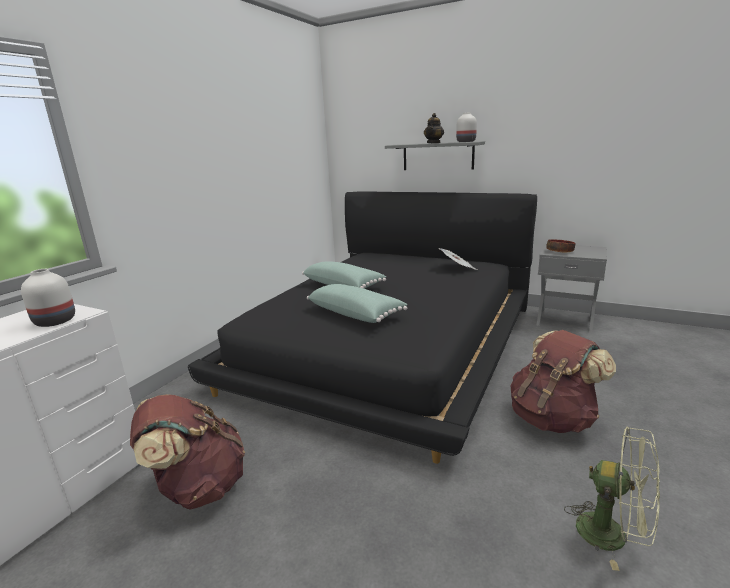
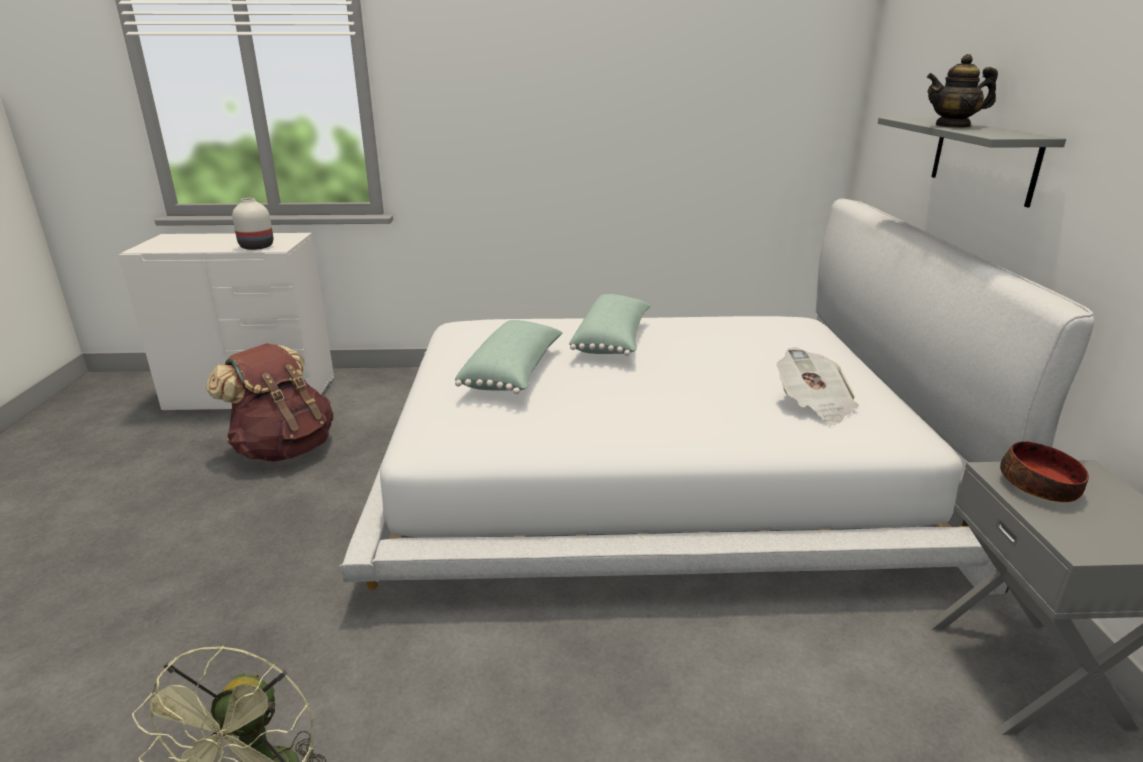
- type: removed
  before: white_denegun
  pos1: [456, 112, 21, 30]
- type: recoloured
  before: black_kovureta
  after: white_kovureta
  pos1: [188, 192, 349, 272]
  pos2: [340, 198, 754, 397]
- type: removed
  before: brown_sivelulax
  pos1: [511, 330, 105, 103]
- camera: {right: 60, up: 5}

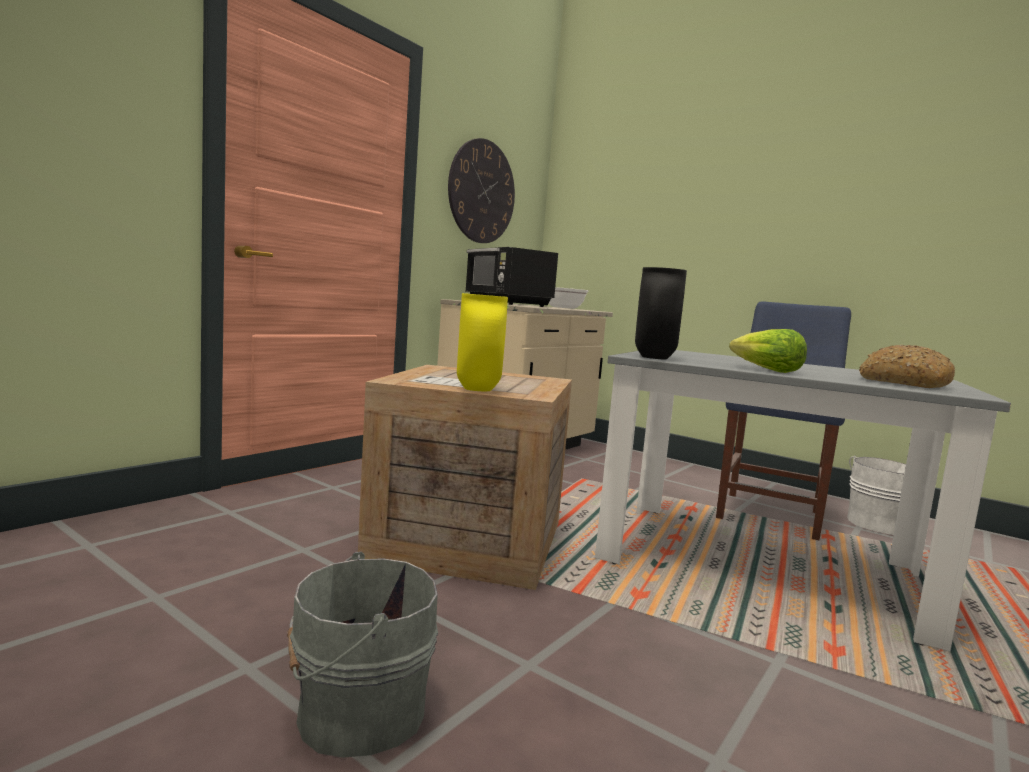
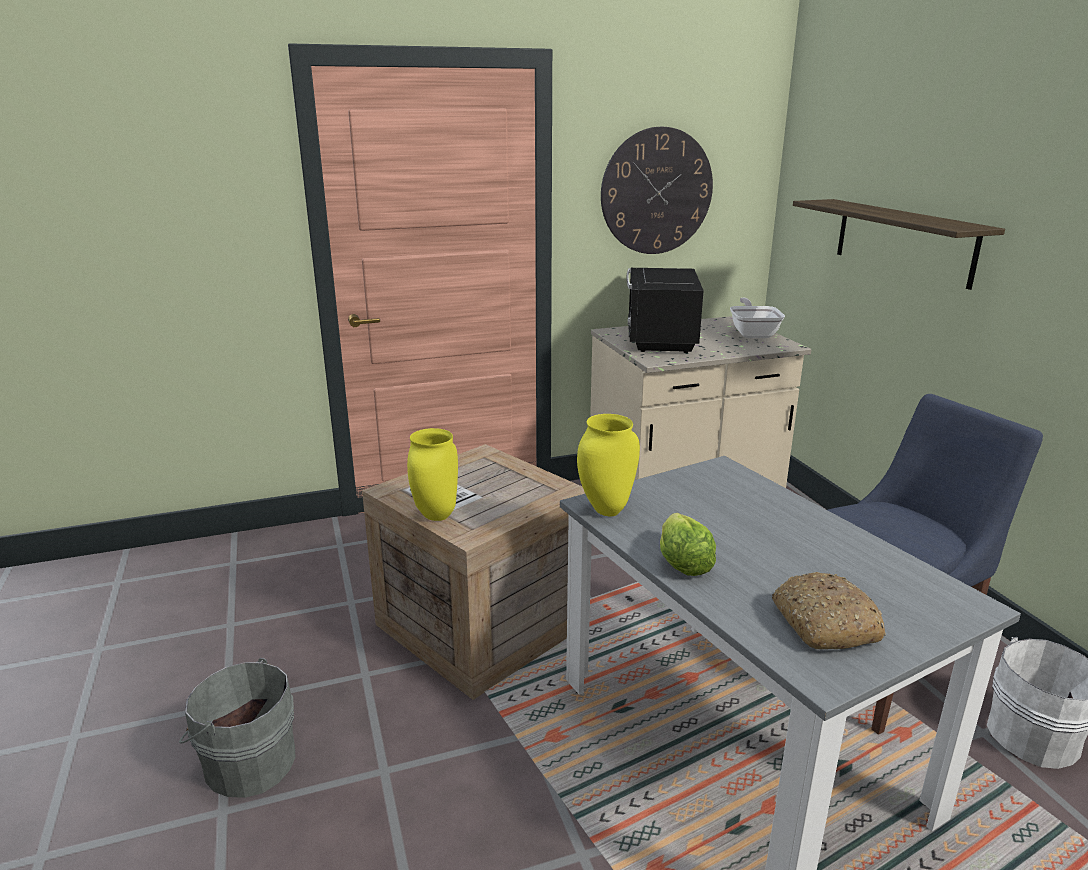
- type: recoloured
  before: black_denegun
  after: yellow_denegun
  pos1: [635, 267, 52, 93]
  pos2: [577, 414, 63, 102]
- type: added
  after: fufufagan
  pos2: [793, 199, 212, 91]
- camera: {right: 35, up: 15}

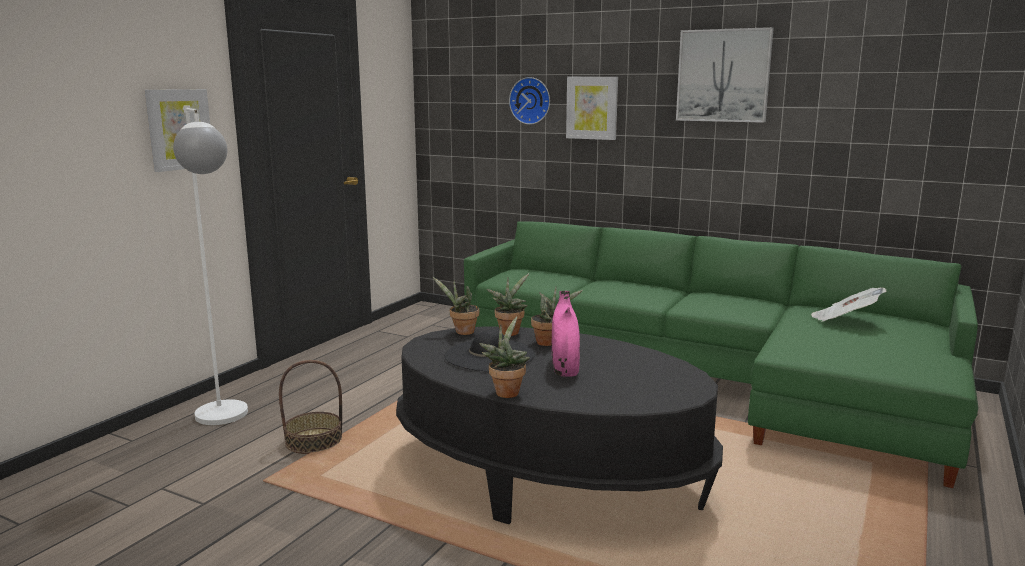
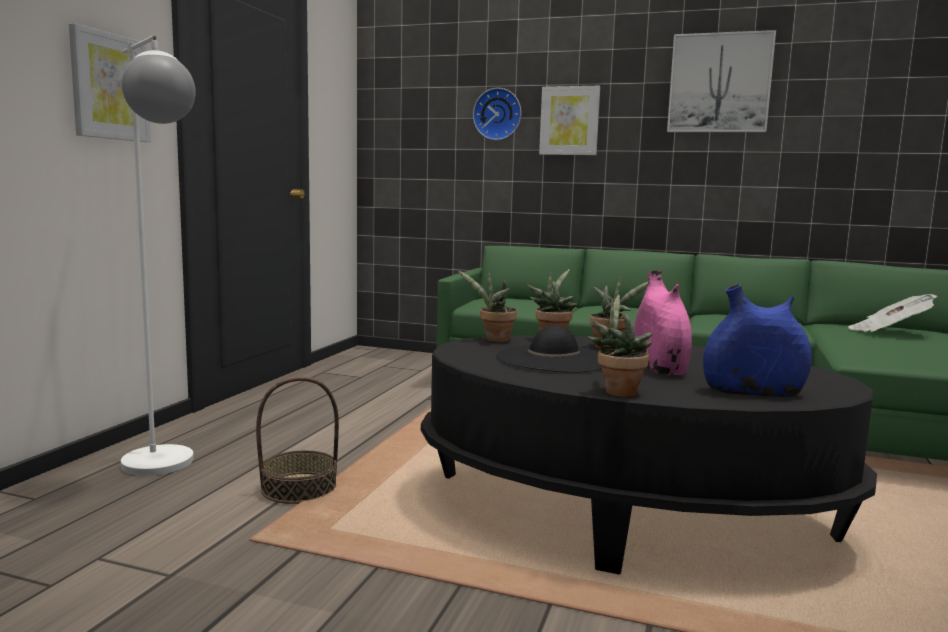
- type: added
  after: blue_denegun
  pos2: [703, 284, 109, 113]
- camera: {right: -10, up: -5}

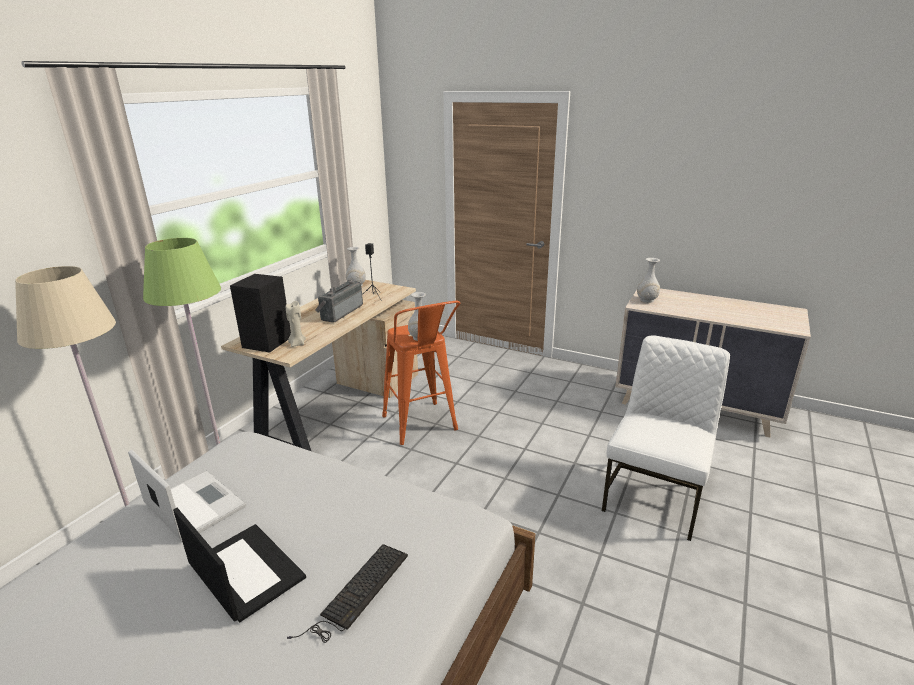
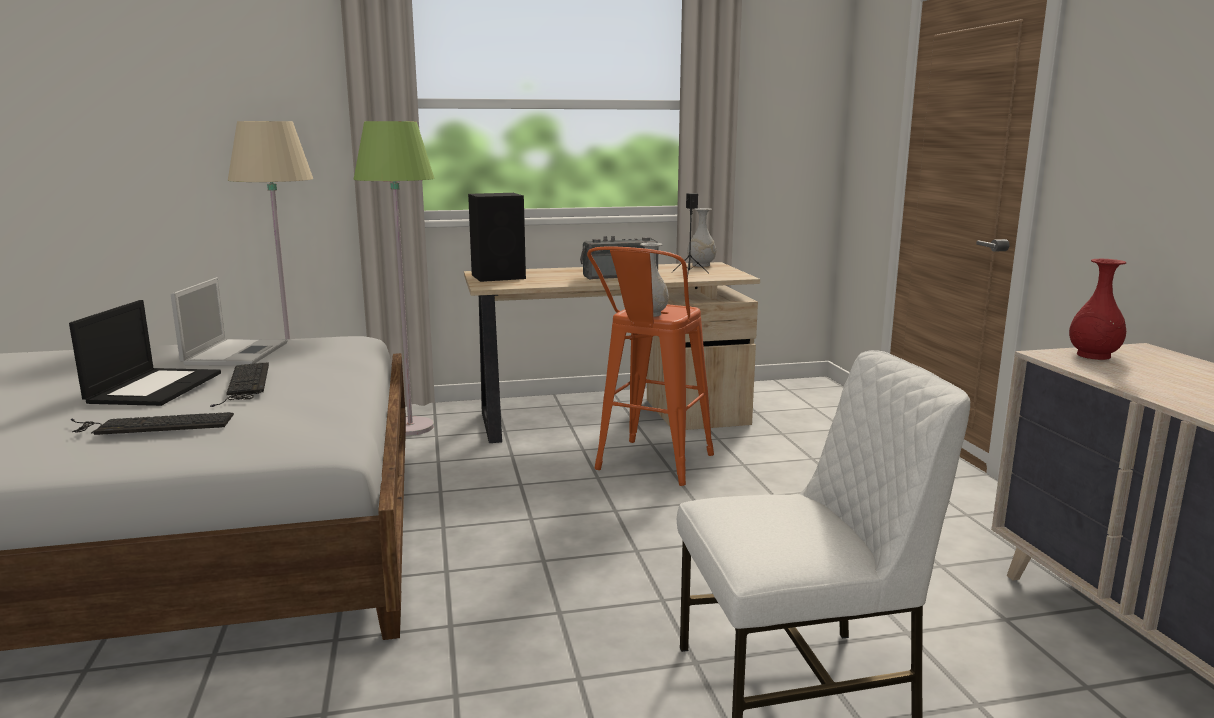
- type: recoloured
  before: white_denegun
  after: red_denegun
  pos1: [637, 258, 23, 45]
  pos2: [1069, 259, 58, 101]
- type: removed
  before: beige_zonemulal
  pos1: [286, 301, 20, 46]
- type: added
  after: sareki
  pos2: [210, 362, 59, 45]
- camera: {right: 50, up: -10}

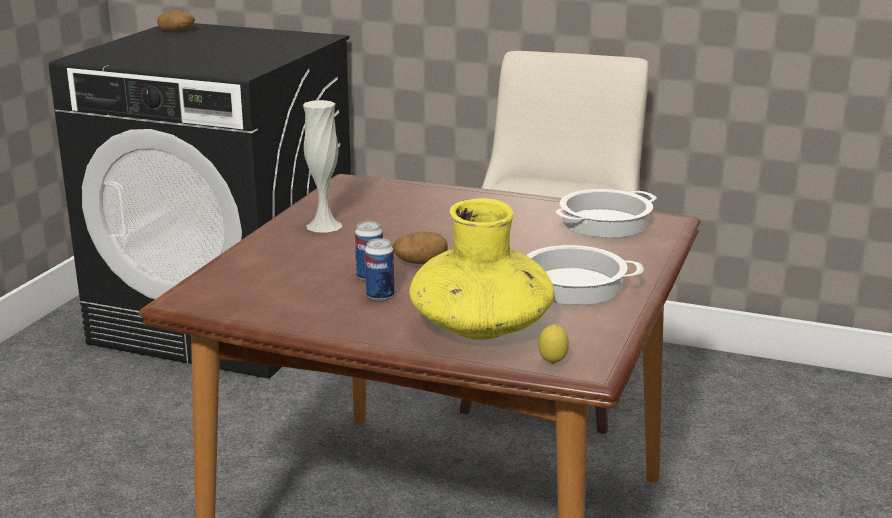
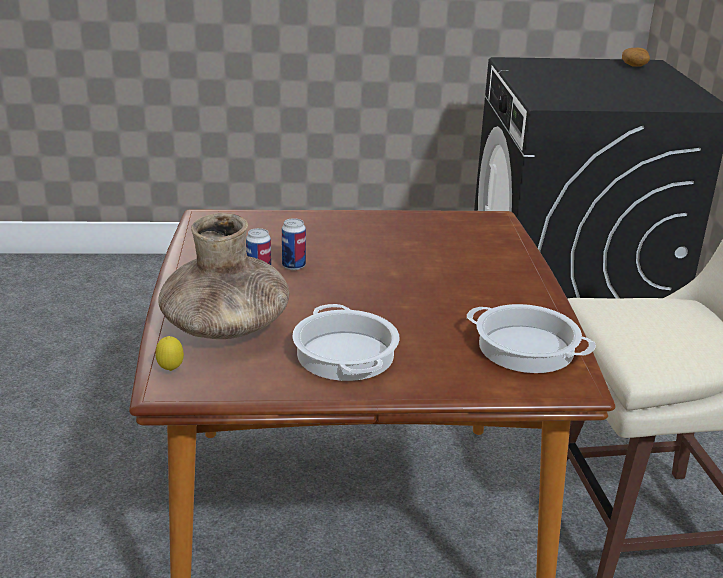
- type: removed
  before: white_denegun
  pos1: [303, 100, 39, 133]
- type: recoloured
  before: yellow_denegun
  after: brown_denegun
  pos1: [409, 198, 145, 142]
  pos2: [158, 213, 131, 126]
- type: removed
  before: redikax
  pos1: [392, 232, 56, 32]
- camera: {right: 65, up: 5}

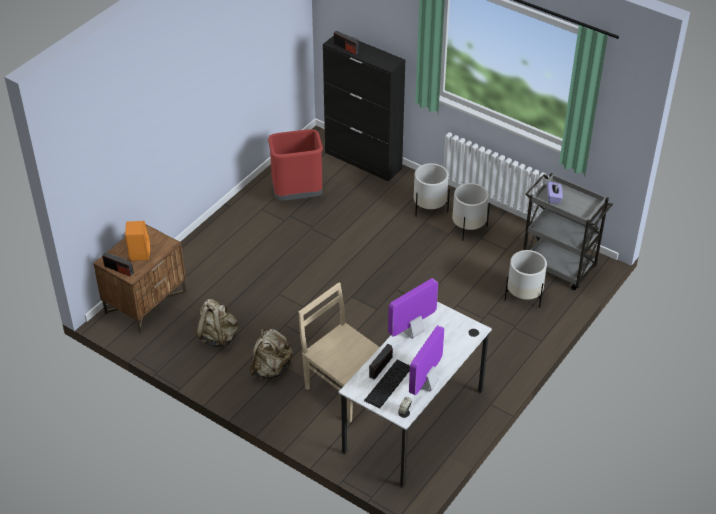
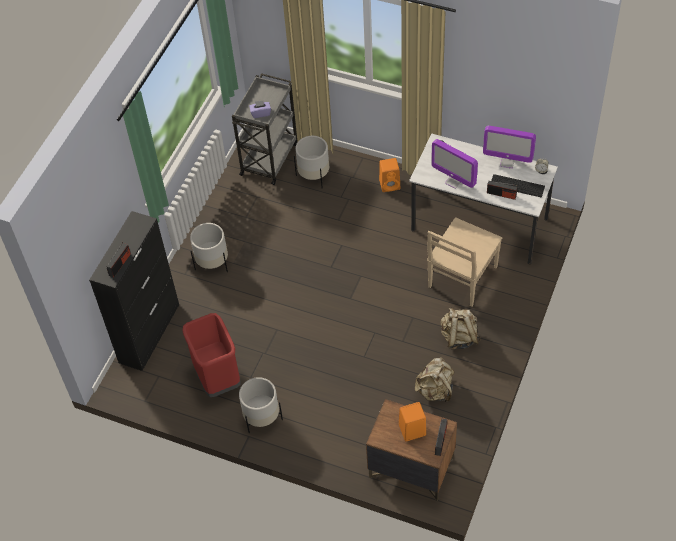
- type: moved
  before: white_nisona
  pos1: [452, 183, 38, 58]
  pos2: [239, 377, 44, 56]
- type: added
  after: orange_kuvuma
  pos2: [379, 158, 21, 34]
- camera: {right: -100, up: 10}

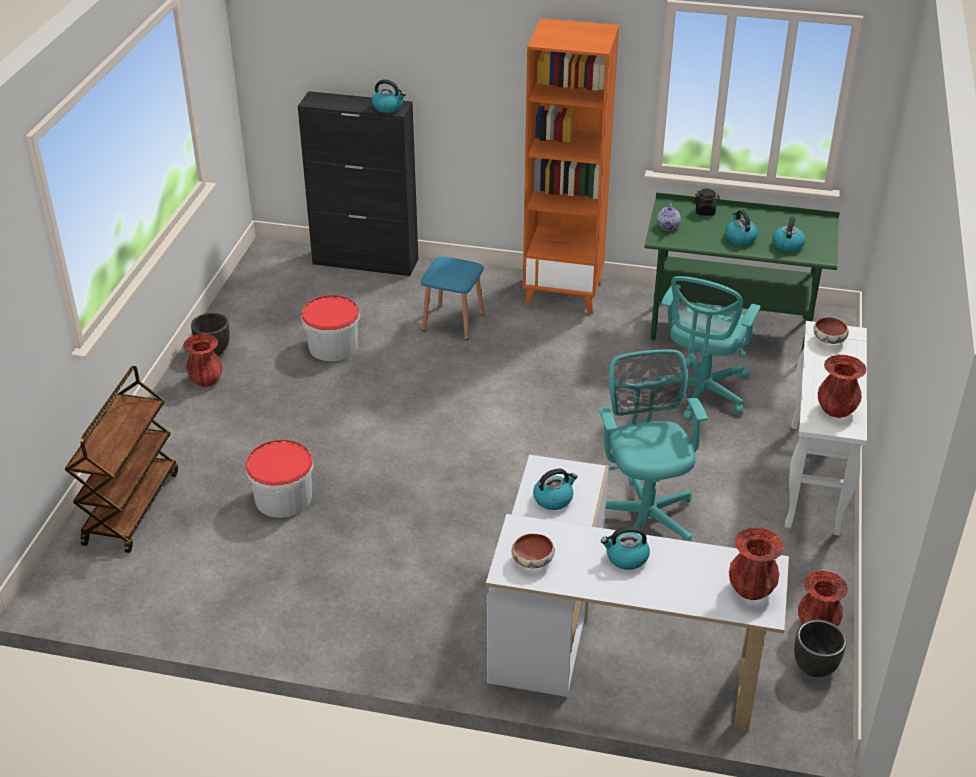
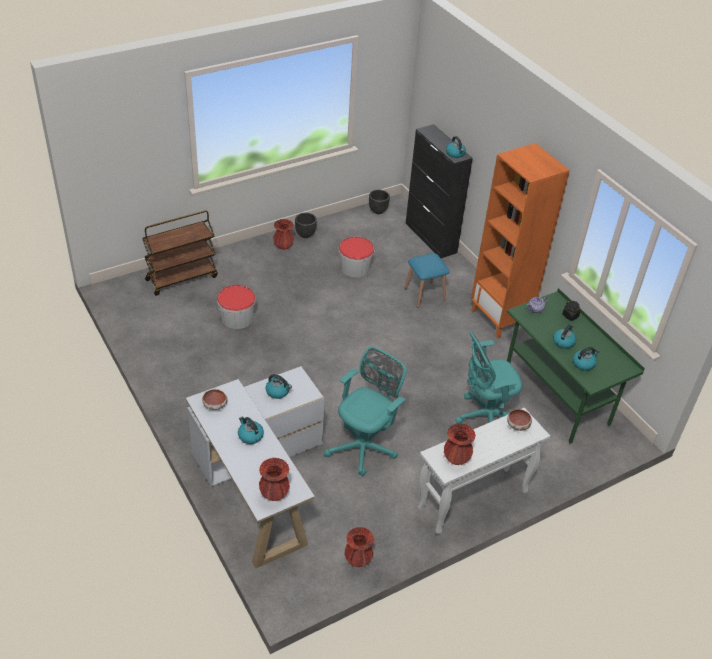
- type: moved
  before: black_nisona
  pos1: [794, 620, 52, 57]
  pos2: [369, 189, 21, 25]
- camera: {right: 45, up: 5}

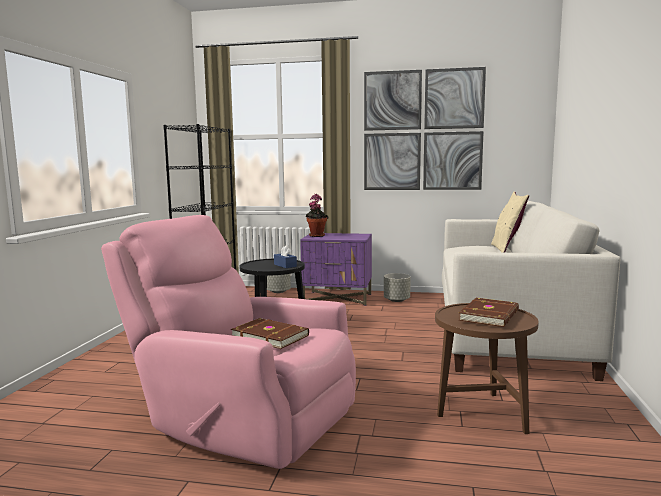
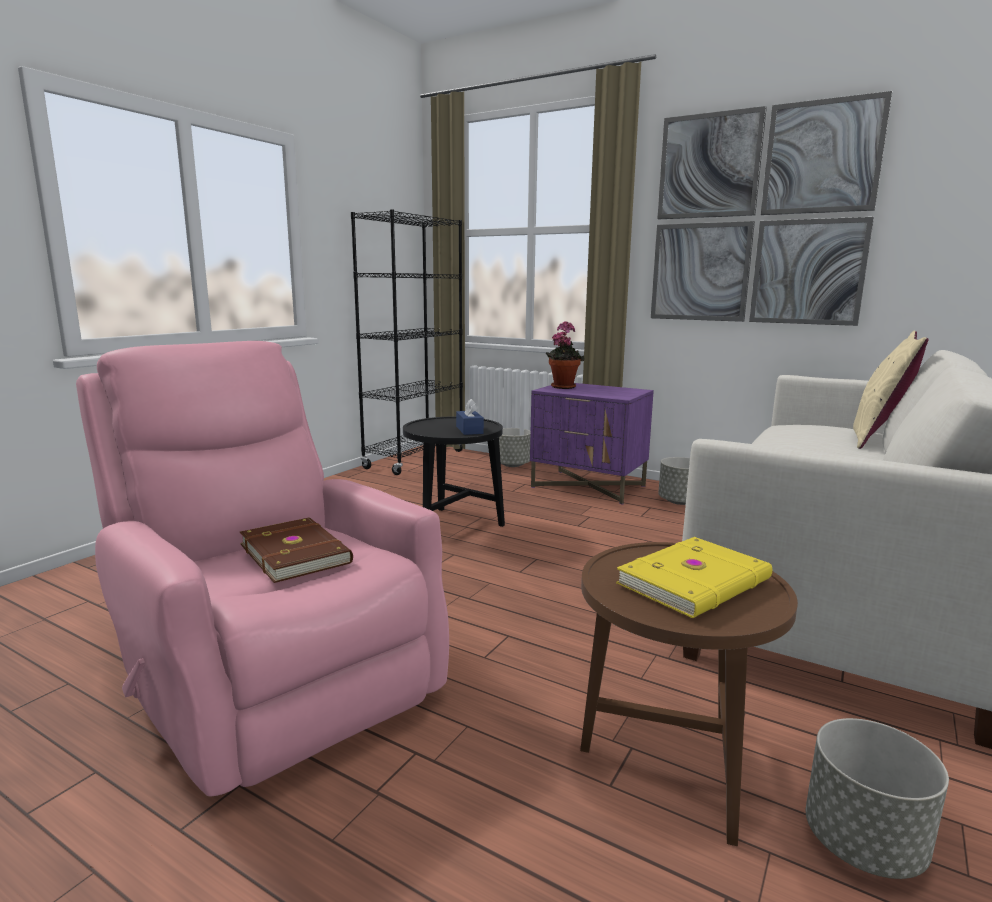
- type: recoloured
  before: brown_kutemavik
  after: yellow_kutemavik
  pos1: [459, 298, 60, 29]
  pos2: [616, 537, 156, 81]
- type: added
  after: grey_nisona
  pos2: [806, 718, 143, 161]
- camera: {right: 20, up: 5}

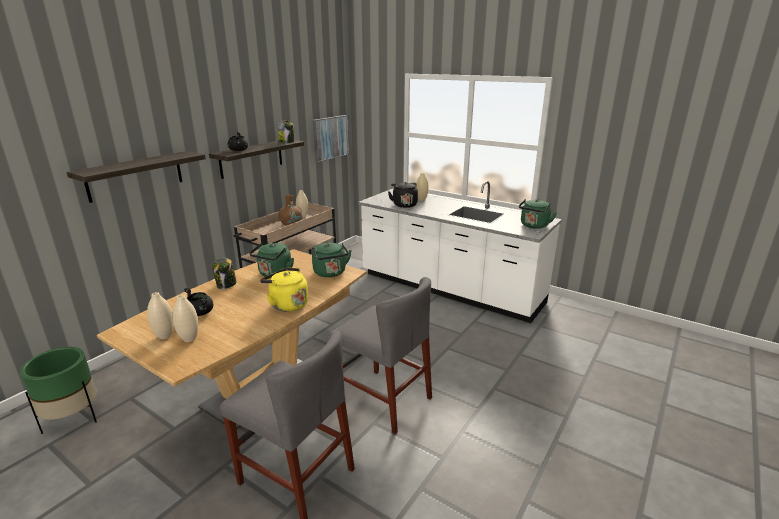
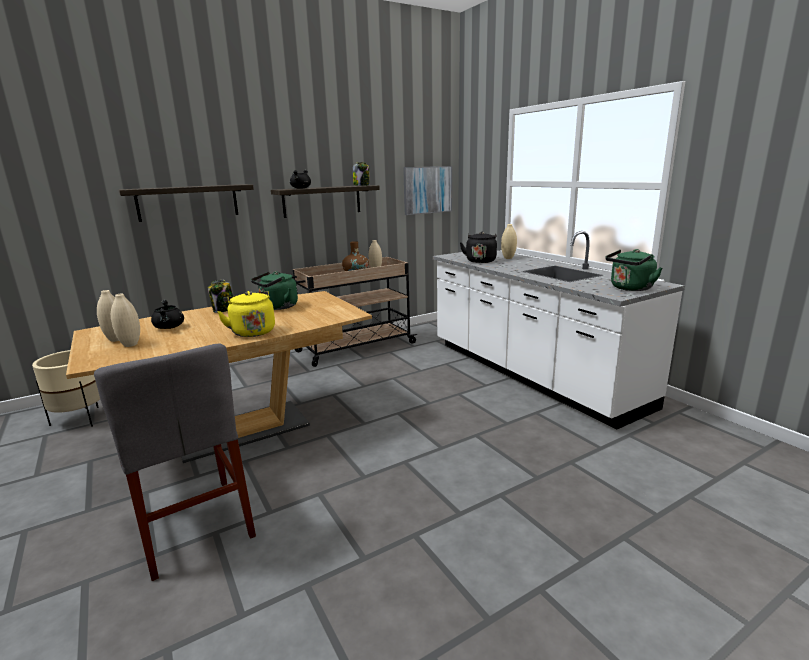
- type: removed
  before: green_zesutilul
  pos1: [312, 243, 40, 34]
- type: removed
  before: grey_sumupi
  pos1: [335, 277, 97, 157]
- type: recoloured
  before: green_nisona
  after: beige_nisona
  pos1: [20, 347, 77, 87]
  pos2: [32, 350, 68, 77]
- camera: {right: 25, up: -5}

